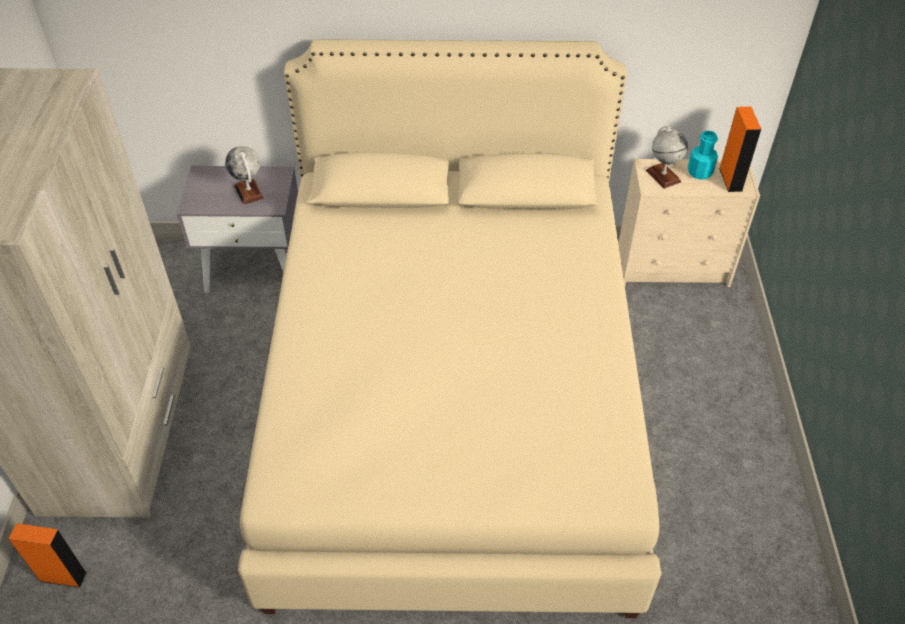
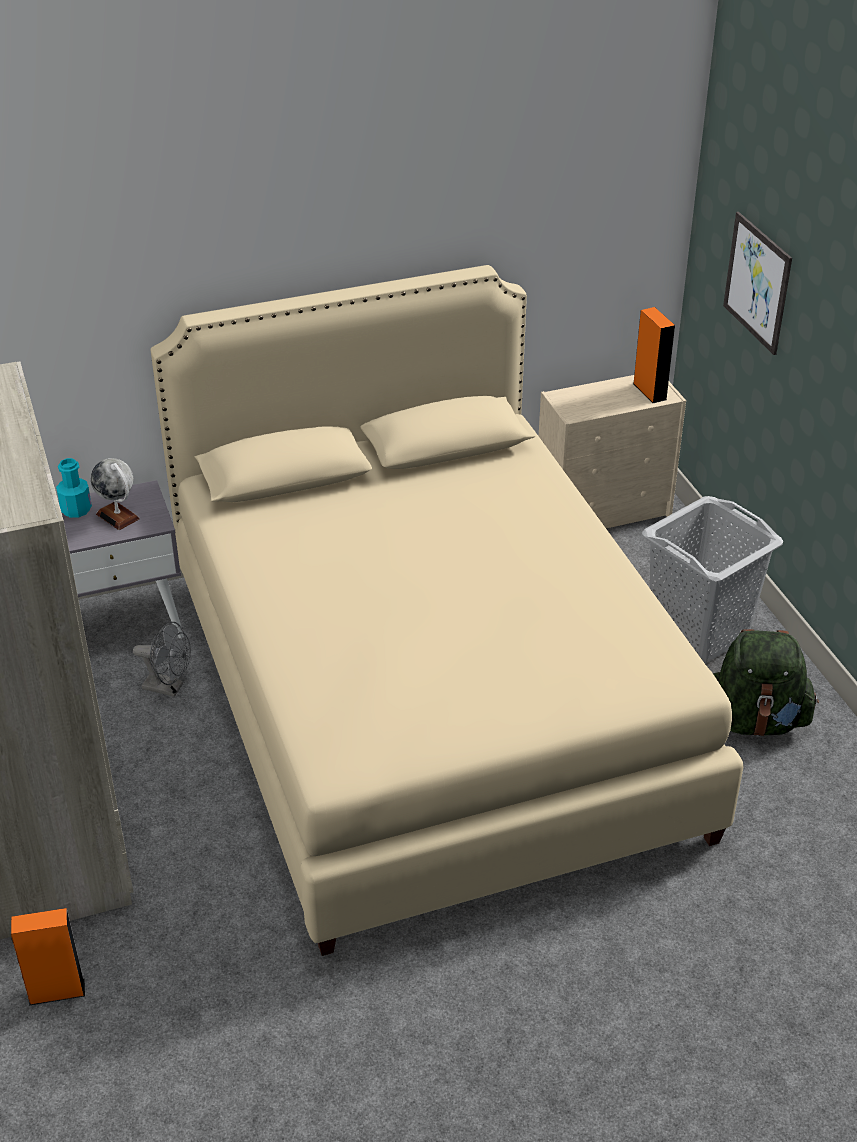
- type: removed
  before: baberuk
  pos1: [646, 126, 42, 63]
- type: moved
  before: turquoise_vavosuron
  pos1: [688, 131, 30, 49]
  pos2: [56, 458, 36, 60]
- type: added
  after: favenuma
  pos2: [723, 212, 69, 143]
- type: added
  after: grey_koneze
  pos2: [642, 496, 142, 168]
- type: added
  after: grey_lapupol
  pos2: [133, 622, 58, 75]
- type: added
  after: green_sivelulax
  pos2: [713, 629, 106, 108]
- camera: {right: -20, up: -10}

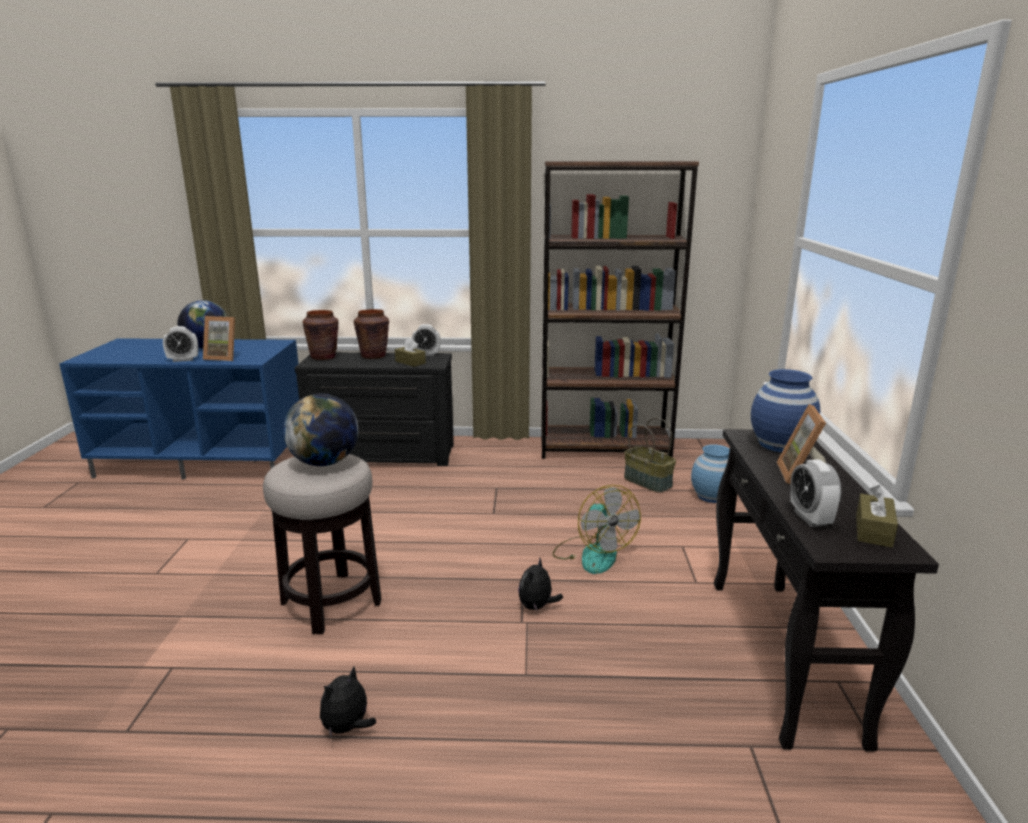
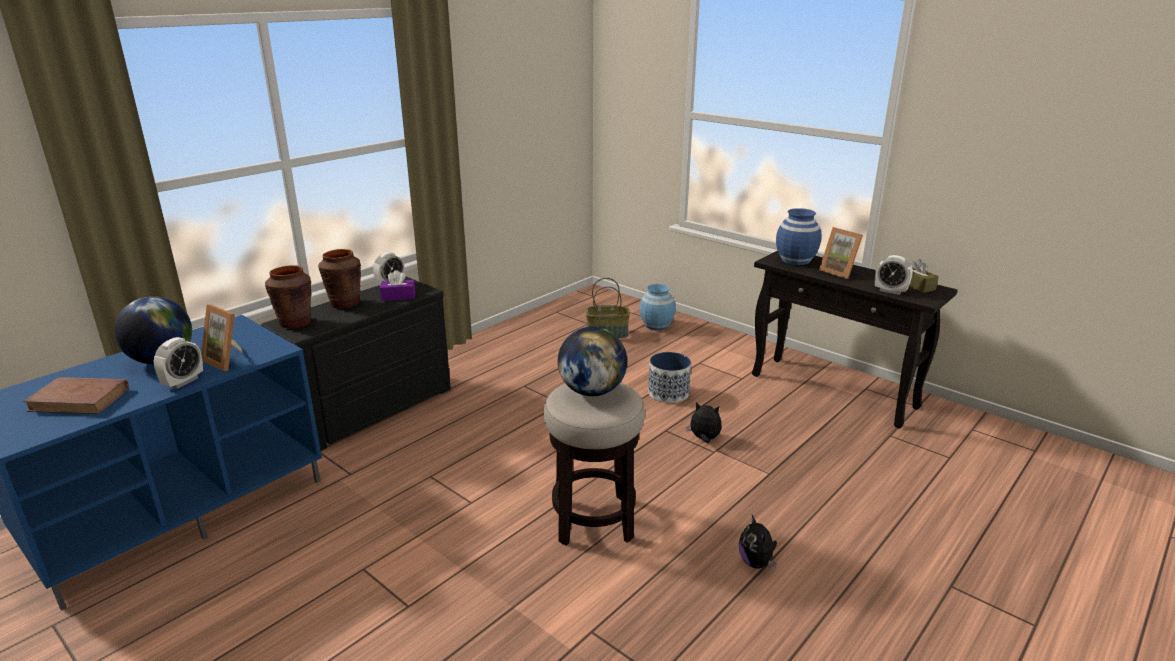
- type: removed
  before: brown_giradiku
  pos1: [541, 161, 158, 298]
- type: turned
  before: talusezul
  pos1: [203, 316, 32, 45]
  pos2: [201, 305, 42, 66]
  turn: 75
- type: recoloured
  before: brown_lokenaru
  after: purple_lokenaru
  pos1: [395, 338, 31, 29]
  pos2: [380, 270, 35, 31]
- type: replaced
  before: lapupol
  after: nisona
  pos1: [552, 485, 89, 89]
  pos2: [648, 352, 43, 51]
- type: turned
  before: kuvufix
  pos1: [518, 558, 45, 54]
  pos2: [686, 402, 36, 41]
  turn: 135
- type: added
  after: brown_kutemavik
  pos2: [23, 377, 106, 37]
- camera: {right: -50, up: 5}

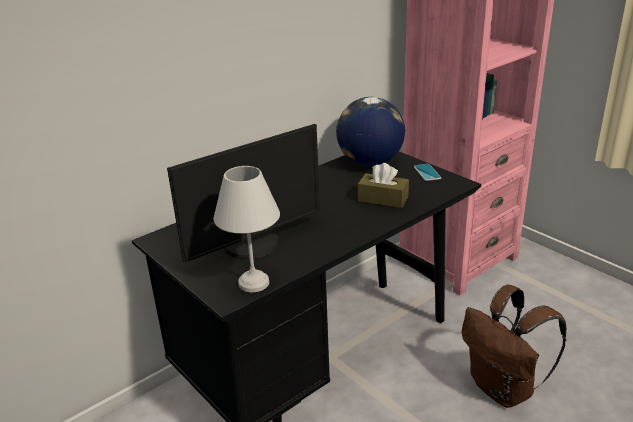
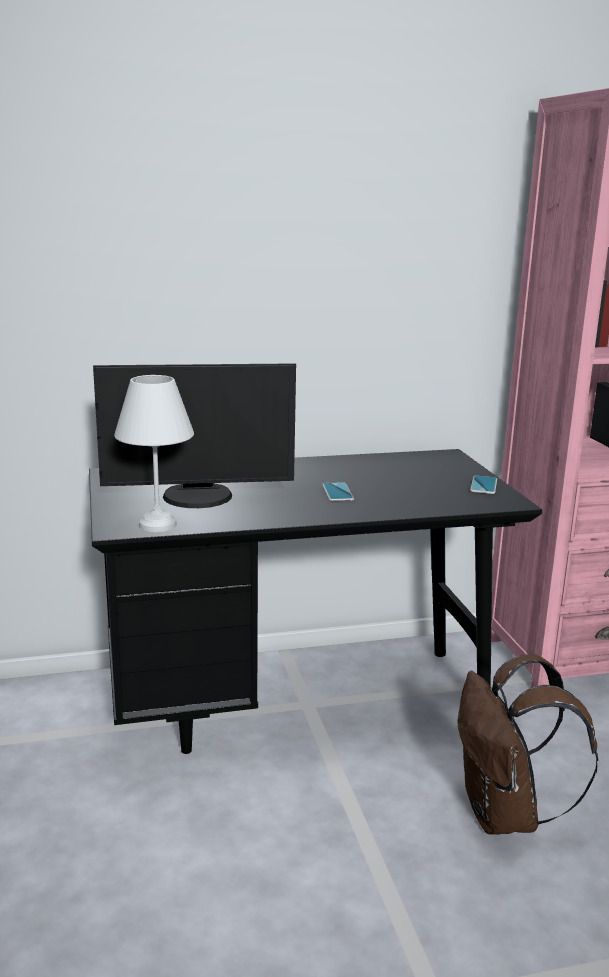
- type: removed
  before: baberuk
  pos1: [336, 97, 69, 69]
- type: removed
  before: brown_lokenaru
  pos1: [358, 163, 51, 45]
- type: added
  after: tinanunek
  pos2: [322, 482, 32, 19]
- camera: {right: 25, up: -10}

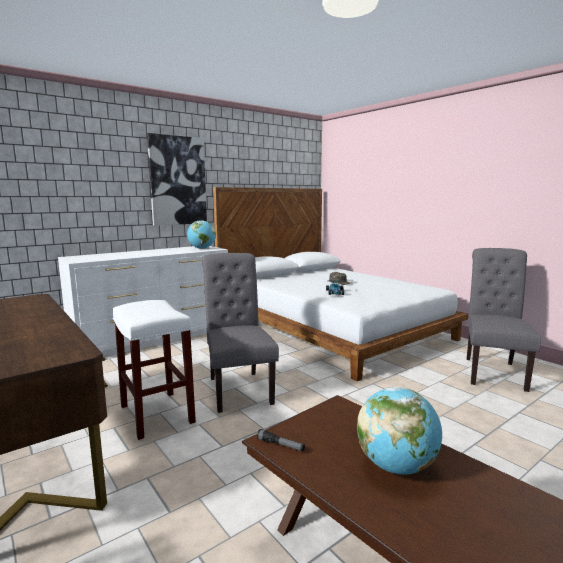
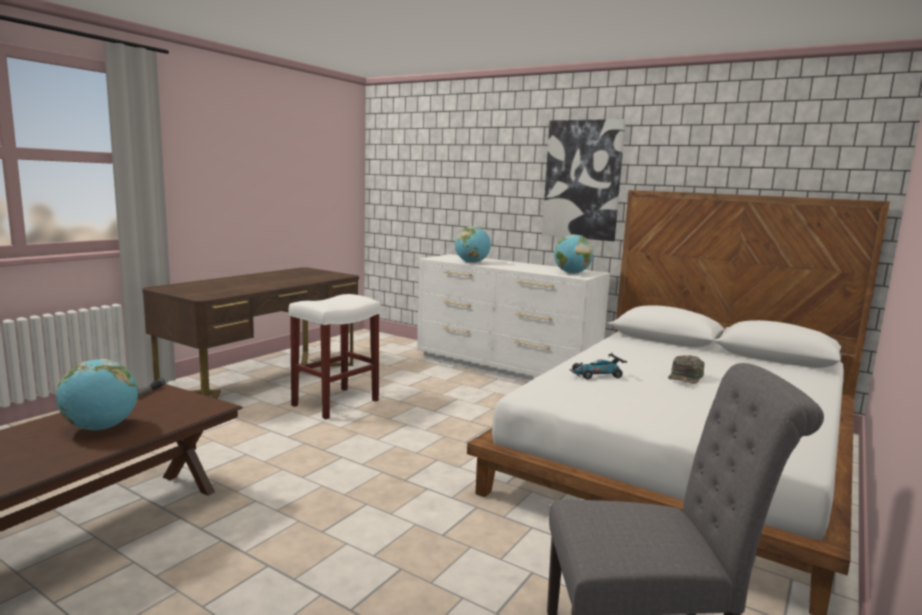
- type: removed
  before: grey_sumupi
  pos1: [202, 253, 77, 160]
- type: added
  after: baberuk
  pos2: [455, 226, 36, 37]
- camera: {right: 70, up: 0}

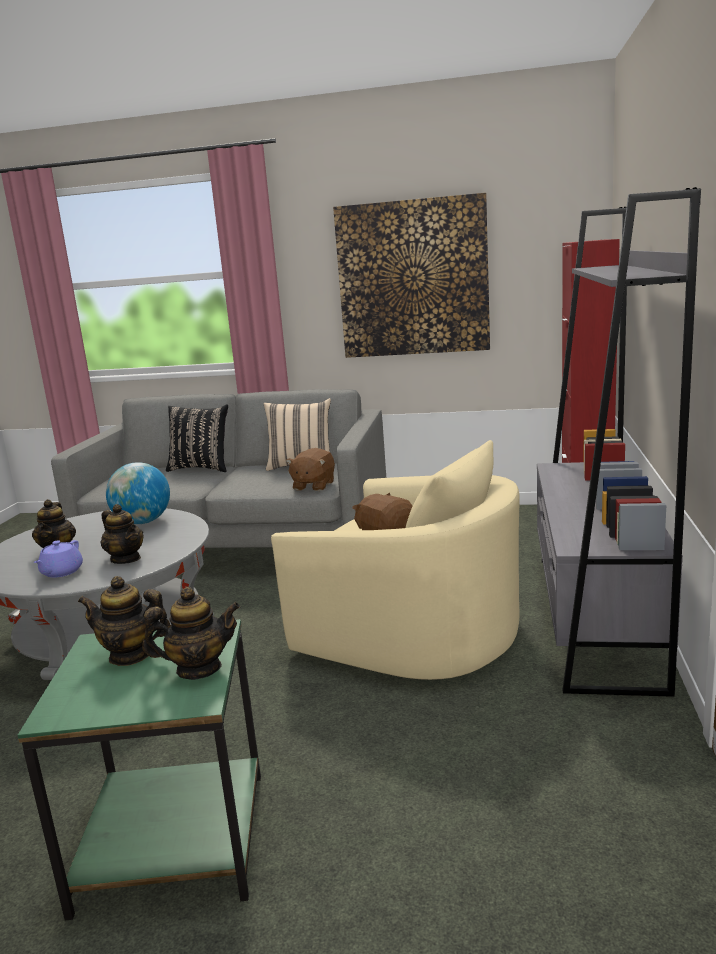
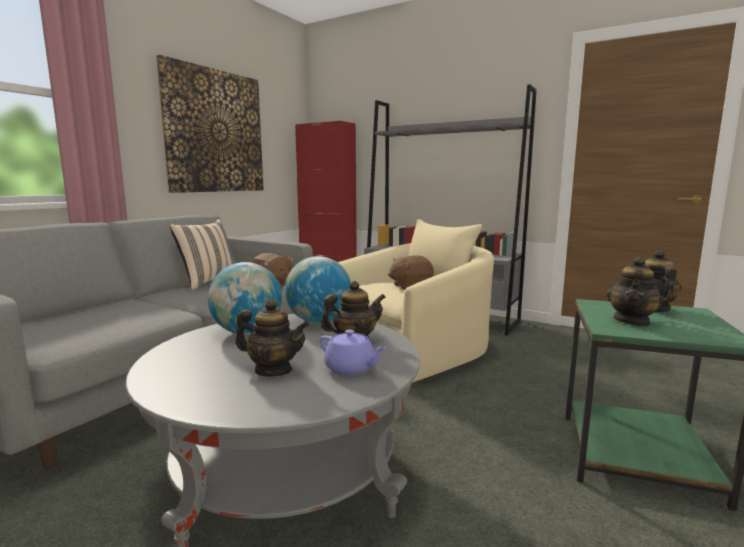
- type: removed
  before: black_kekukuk
  pos1: [166, 404, 62, 68]
- type: added
  after: baberuk
  pos2: [285, 256, 66, 67]
- camera: {right: -70, up: -5}

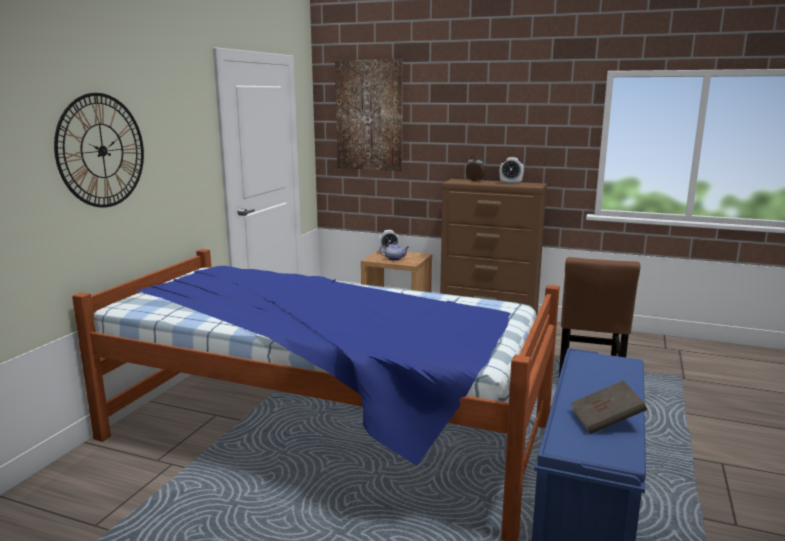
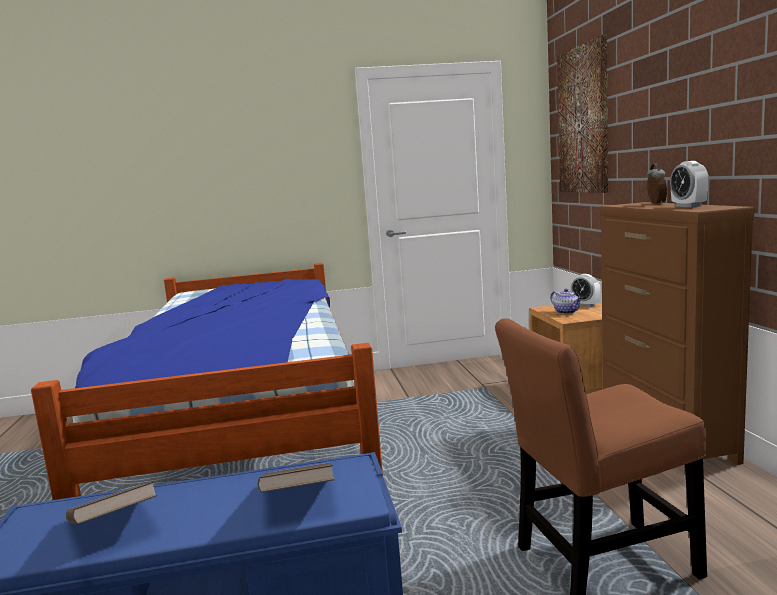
- type: removed
  before: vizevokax
  pos1: [54, 93, 90, 114]
- type: added
  after: brown_kutemavik
  pos2: [258, 463, 77, 30]
- camera: {right: 60, up: -5}

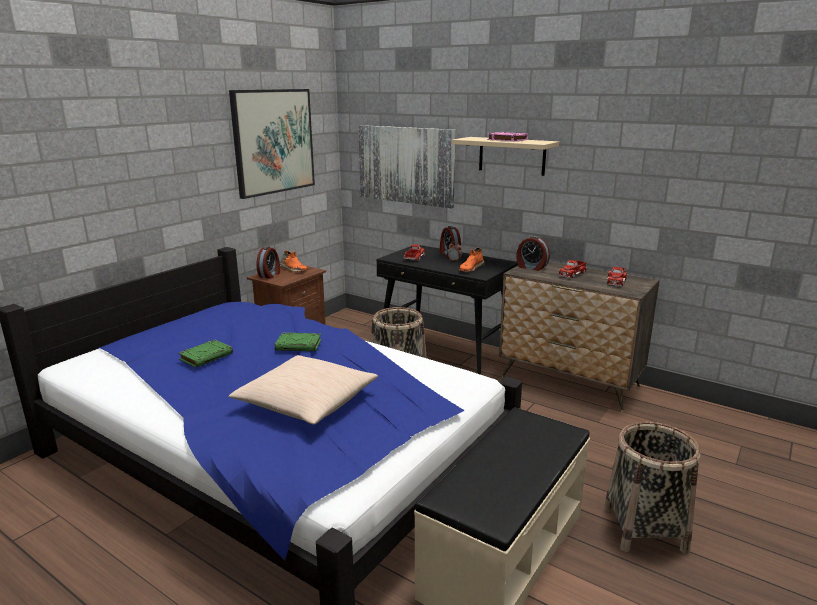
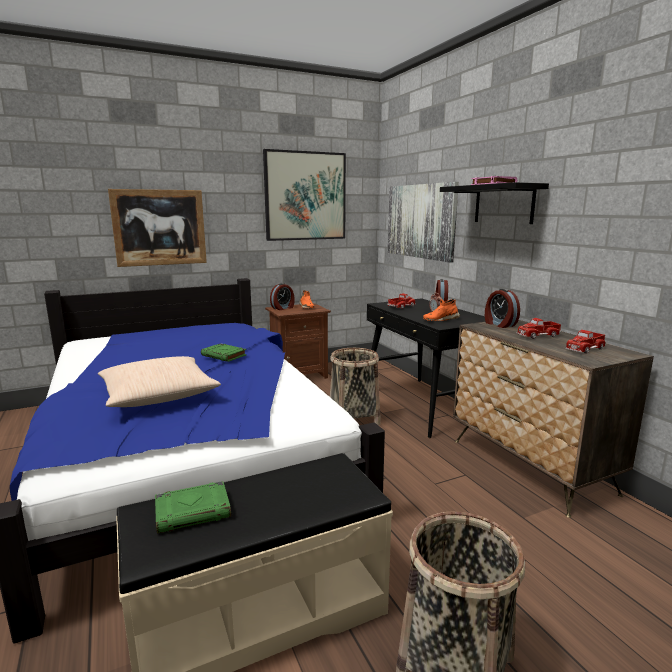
- type: recoloured
  before: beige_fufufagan
  after: black_fufufagan
  pos1: [452, 137, 107, 39]
  pos2: [440, 182, 109, 42]
- type: moved
  before: green_kutemavik
  pos1: [178, 340, 55, 28]
  pos2: [155, 481, 76, 53]
- type: added
  after: favenuma
  pos2: [108, 189, 99, 78]
- camera: {right: 30, up: -5}

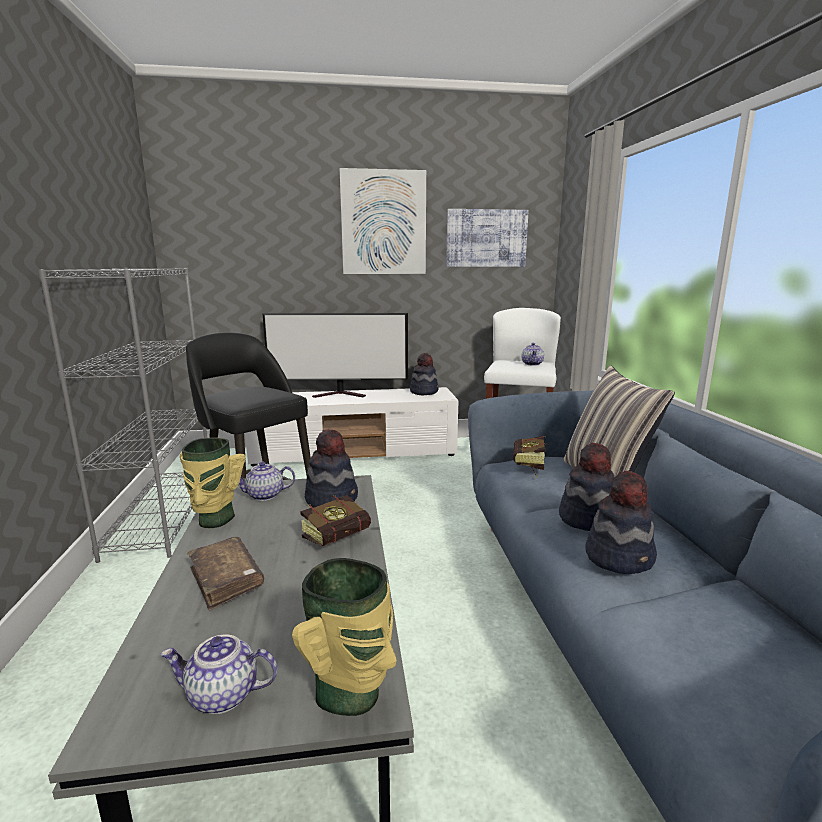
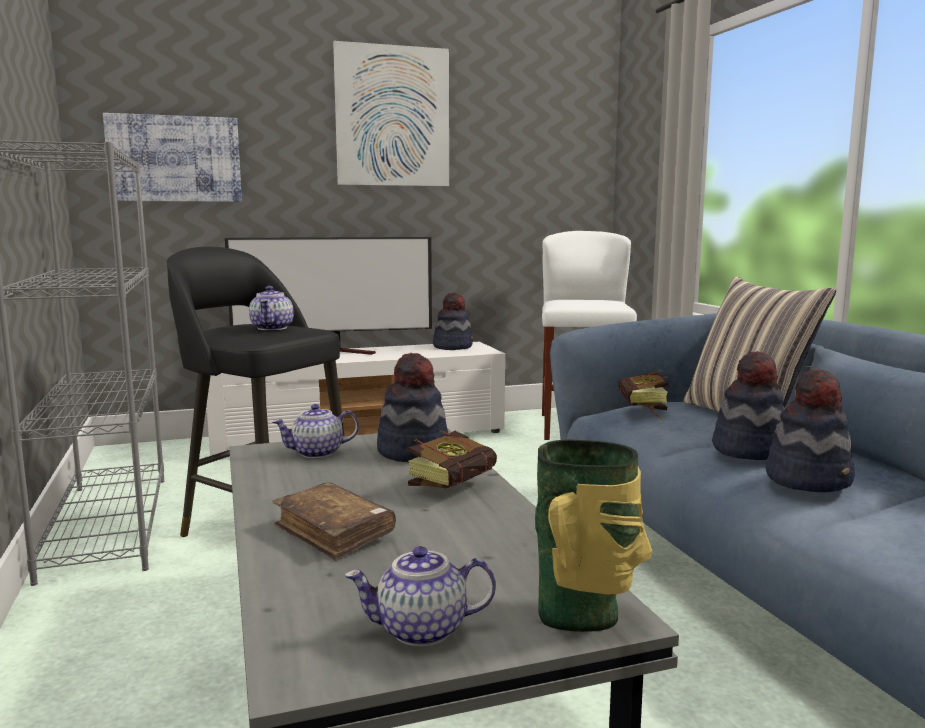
- type: moved
  before: favenuma
  pos1: [446, 209, 83, 58]
  pos2: [103, 113, 139, 89]
- type: moved
  before: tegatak
  pos1: [522, 343, 22, 23]
  pos2: [249, 286, 45, 44]
- type: removed
  before: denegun
  pos1: [180, 438, 66, 90]
- camera: {right: -10, up: -5}

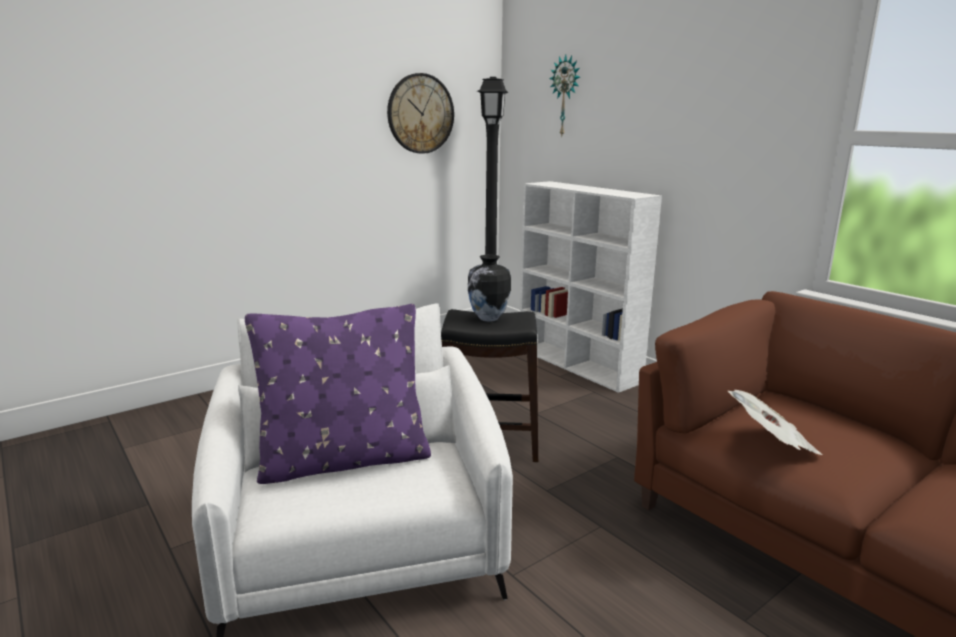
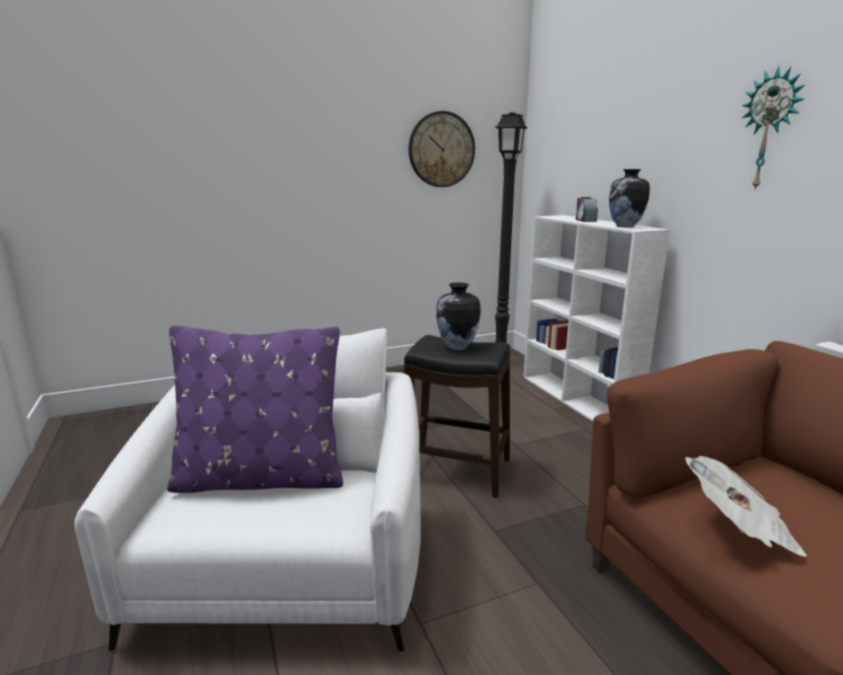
- type: moved
  before: vizevokax
  pos1: [549, 55, 31, 81]
  pos2: [742, 66, 63, 125]
- type: added
  after: denegun
  pos2: [609, 169, 41, 58]
- type: added
  after: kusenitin
  pos2: [576, 197, 22, 25]
- camera: {right: 15, up: 0}

